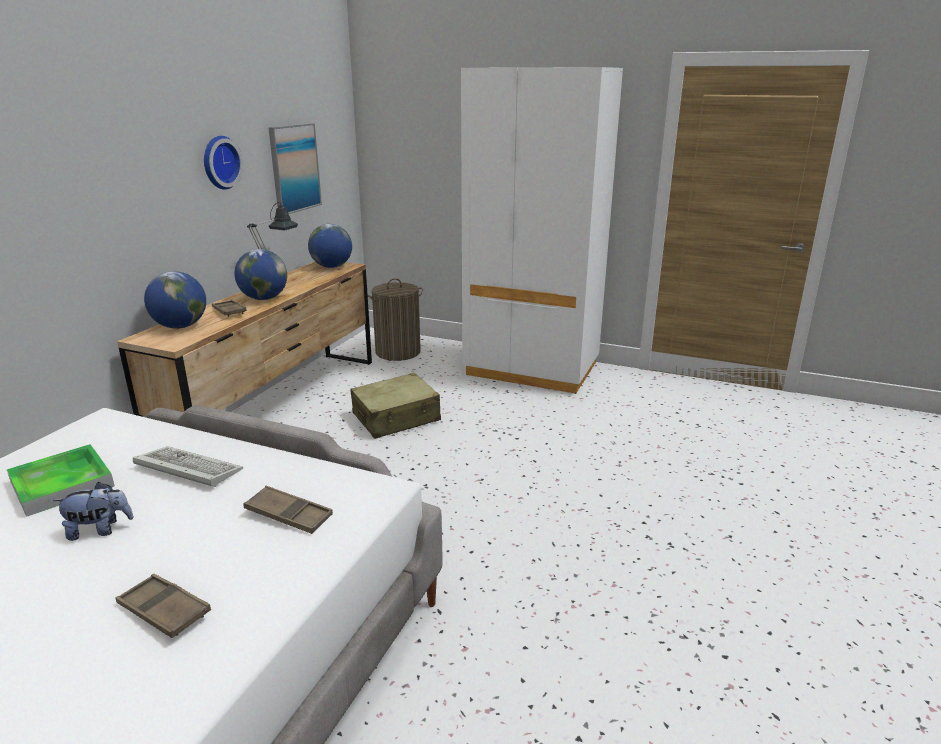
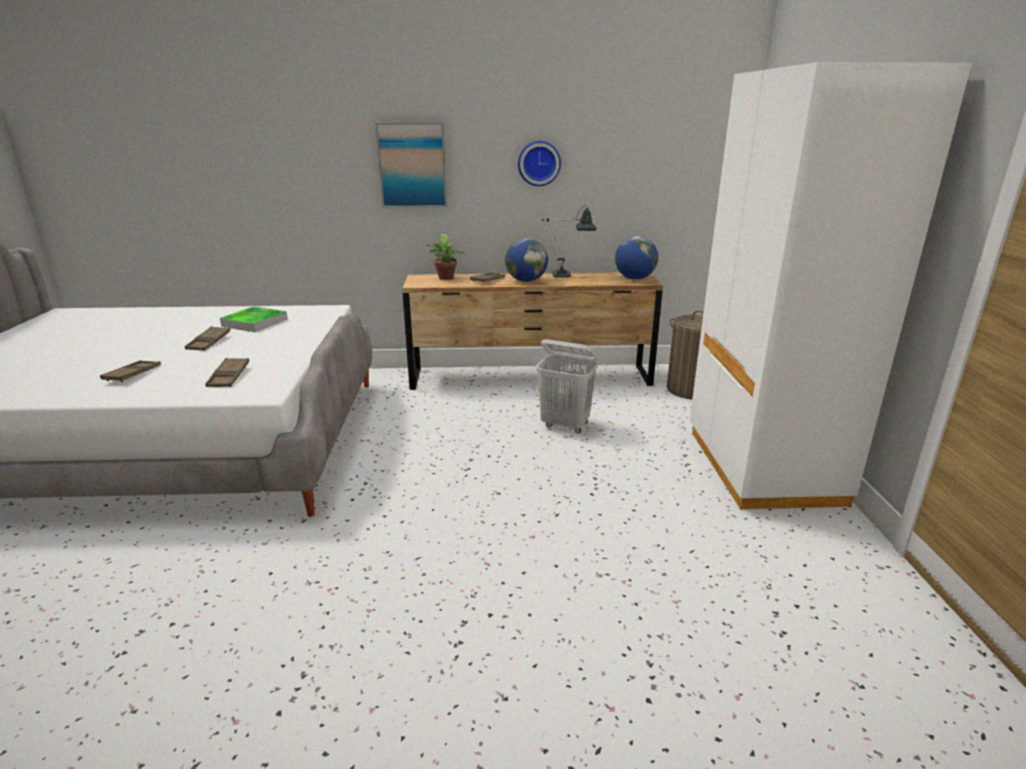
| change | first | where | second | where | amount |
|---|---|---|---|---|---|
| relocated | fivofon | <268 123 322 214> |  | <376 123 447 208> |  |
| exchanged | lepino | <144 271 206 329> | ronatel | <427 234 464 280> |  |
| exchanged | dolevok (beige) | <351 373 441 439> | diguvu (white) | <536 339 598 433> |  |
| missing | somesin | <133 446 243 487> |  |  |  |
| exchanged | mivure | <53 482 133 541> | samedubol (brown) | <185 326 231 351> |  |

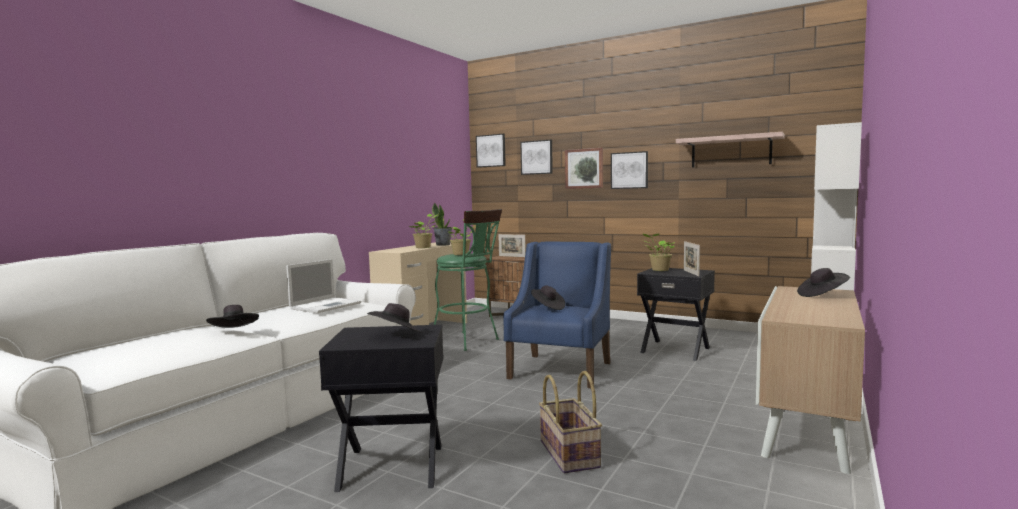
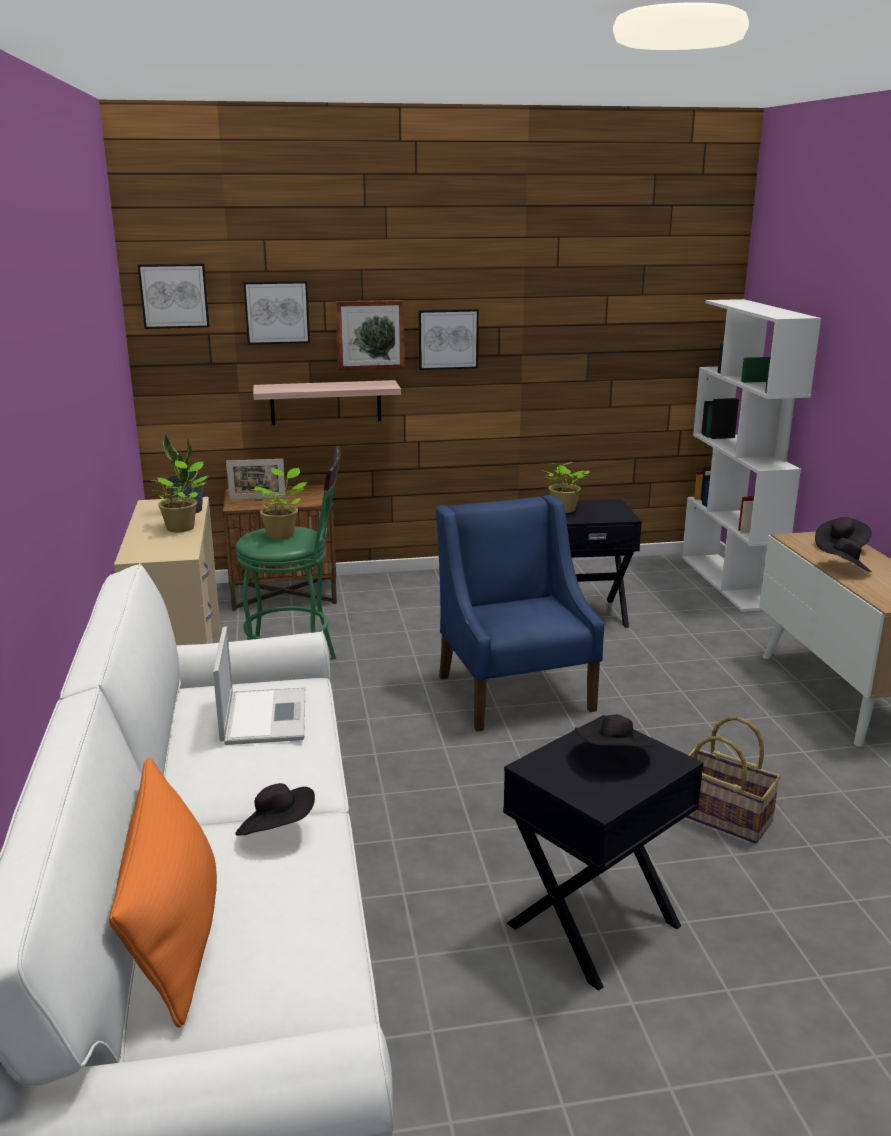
| change | first | where | second | where | amount |
|---|---|---|---|---|---|
| relocated | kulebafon | <676 132 785 168> |  | <253 380 401 425> |  |
| missing | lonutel | <684 241 700 276> |  |  |  |
| relocated | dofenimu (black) | <531 285 565 310> |  | <817 538 872 573> |  |
| appeared |  |  | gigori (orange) | <109 758 217 1028> |  |

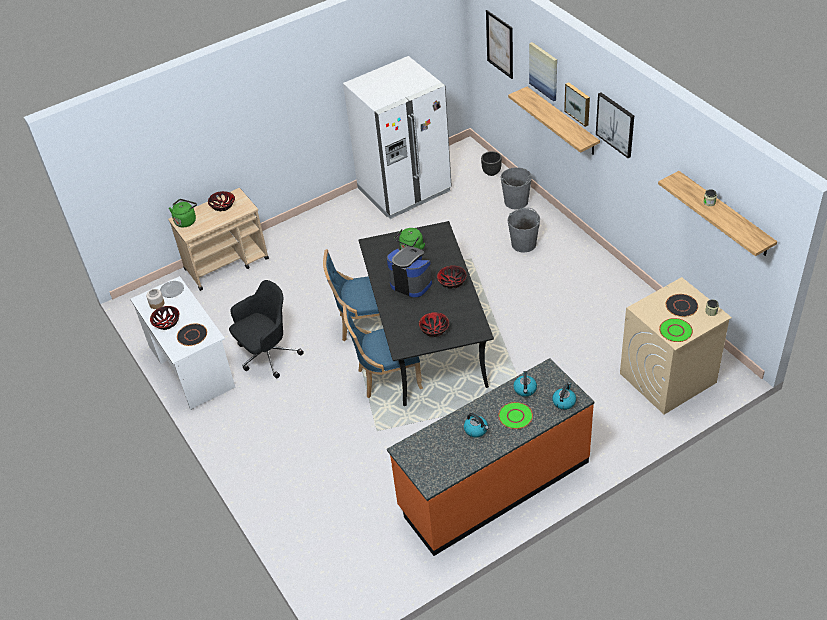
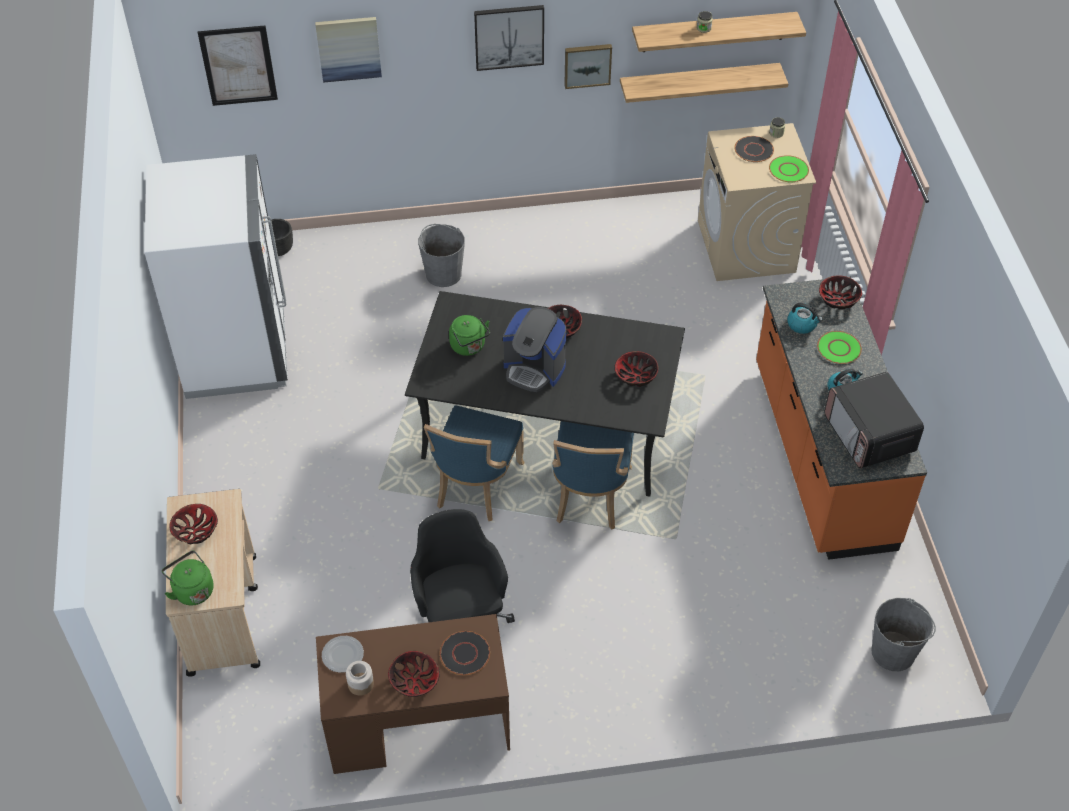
| change | first | where | second | where | amount |
|---|---|---|---|---|---|
| relocated | fivofon | <564 82 590 127> |  | <564 44 612 89> |  |
| relocated | kulebafon | <508 87 600 155> |  | <620 63 788 103> |  |
| relocated | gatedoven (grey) | <500 167 532 209> |  | <871 598 936 671> |  |
| spun | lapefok | <387 247 432 297> |  | <503 307 566 392> | 120 degrees counterclockwise |
| colour | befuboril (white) | <130 276 235 410> | befuboril (brown) | <316 614 510 774> |  |
| exchanged | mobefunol | <552 383 576 410> | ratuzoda | <819 275 862 310> |  |
| appeared |  |  | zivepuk | <825 372 924 468> |  |

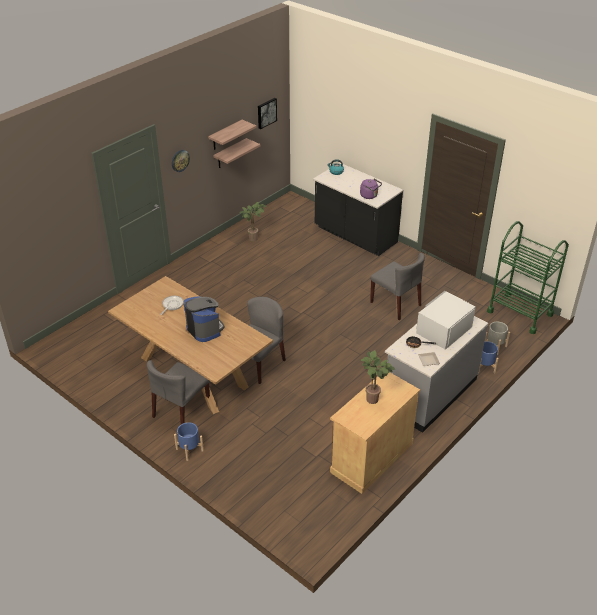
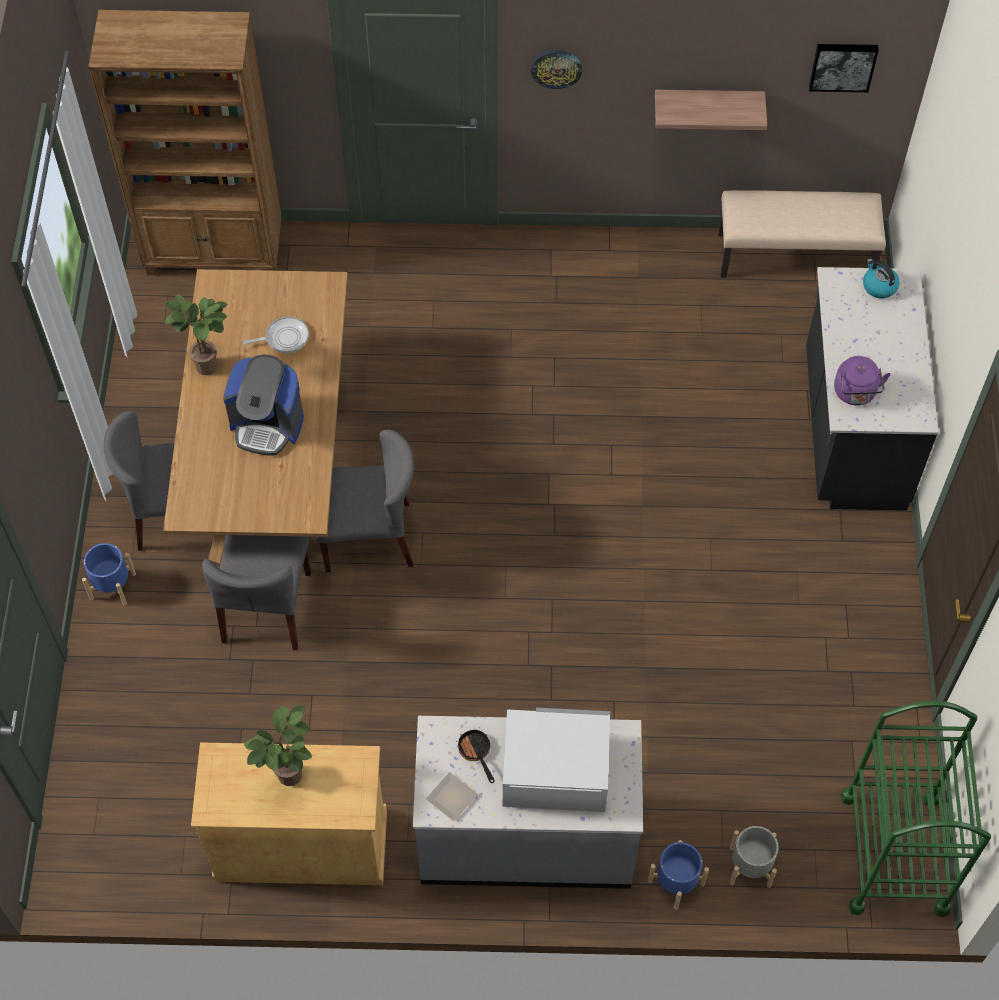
| change | first | where | second | where | amount |
|---|---|---|---|---|---|
| missing | kulebafon | <208 120 256 150> |  |  |  |
| relocated | ronatel | <239 202 267 242> |  | <165 295 227 375> |  |
| relocated | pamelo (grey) | <370 253 425 321> |  | <202 535 311 651> |  |
| spun | lapefok | <184 296 224 342> |  | <223 354 304 456> | 90 degrees clockwise |
| appeared |  |  | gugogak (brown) | <88 10 282 275> |  |
| appeared |  |  | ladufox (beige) | <719 190 886 278> |  |

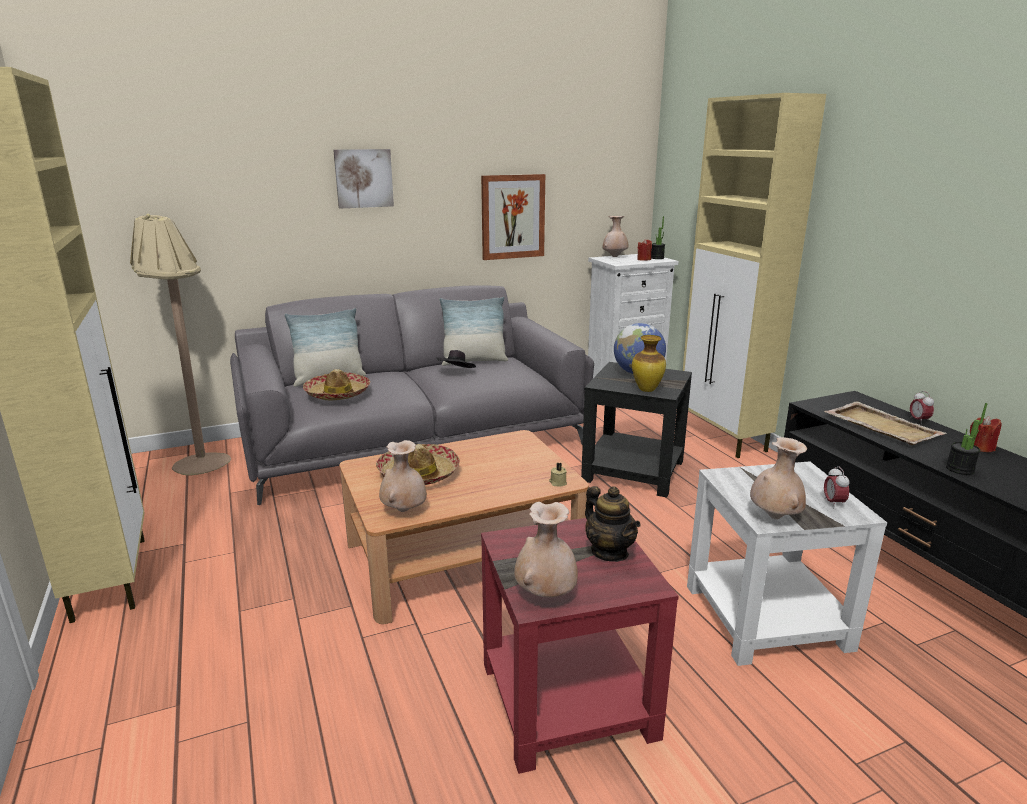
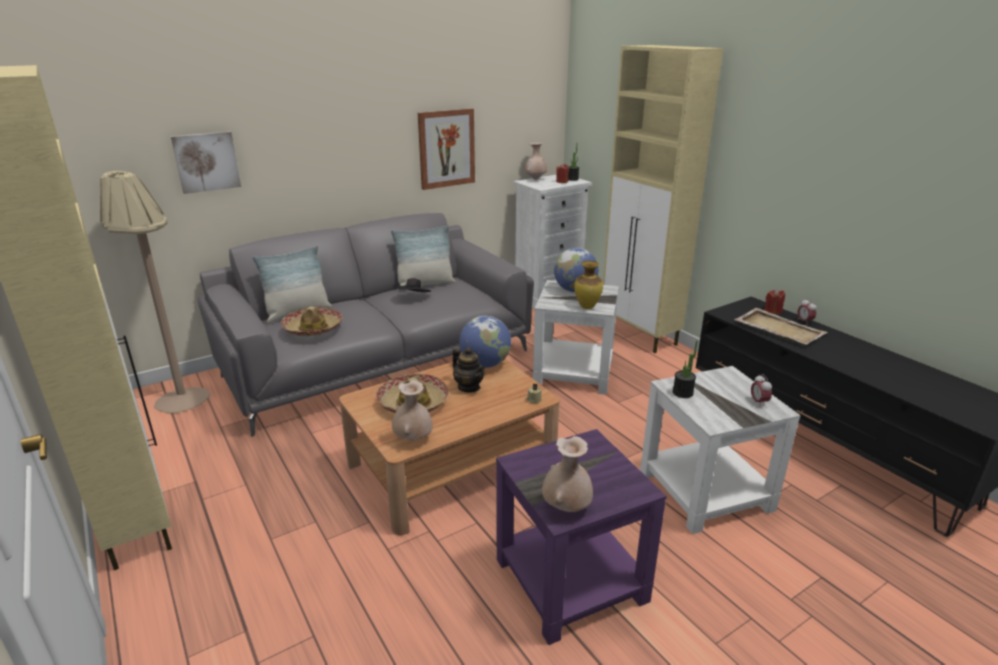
| change | first | where | second | where | amount |
|---|---|---|---|---|---|
| relocated | fivofon | <333 149 394 208> |  | <171 131 241 194> |  |
| colour | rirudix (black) | <581 362 692 498> | rirudix (white) | <533 280 619 395> |  |
| relocated | ronatel | <946 403 988 475> |  | <673 340 698 398> |  |
| relocated | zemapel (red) | <970 416 1002 452> |  | <764 289 785 314> |  |
| missing | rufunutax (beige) | <750 437 807 519> |  |  |  |
| relocated | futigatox | <585 486 641 562> |  | <452 347 485 392> |  |
| colour | rirudix (red) | <481 518 679 774> | rirudix (purple) | <496 429 667 645> |  |
| appeared |  |  | lepino | <459 316 511 368> |  |

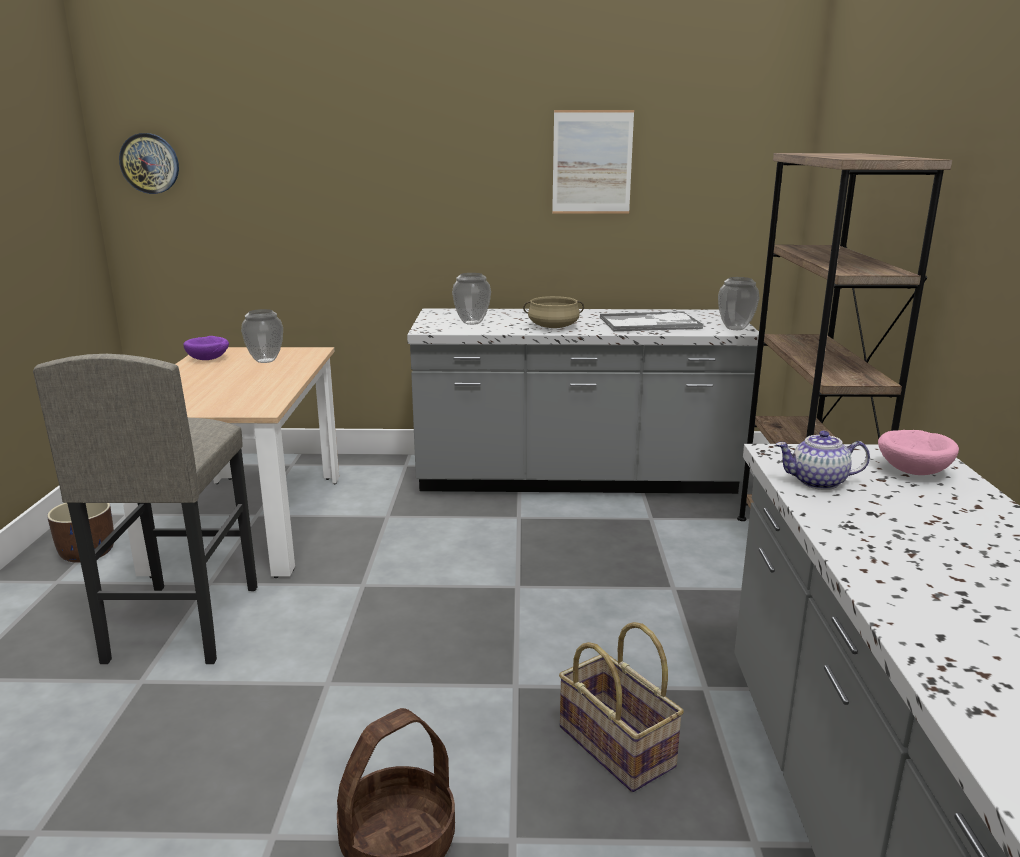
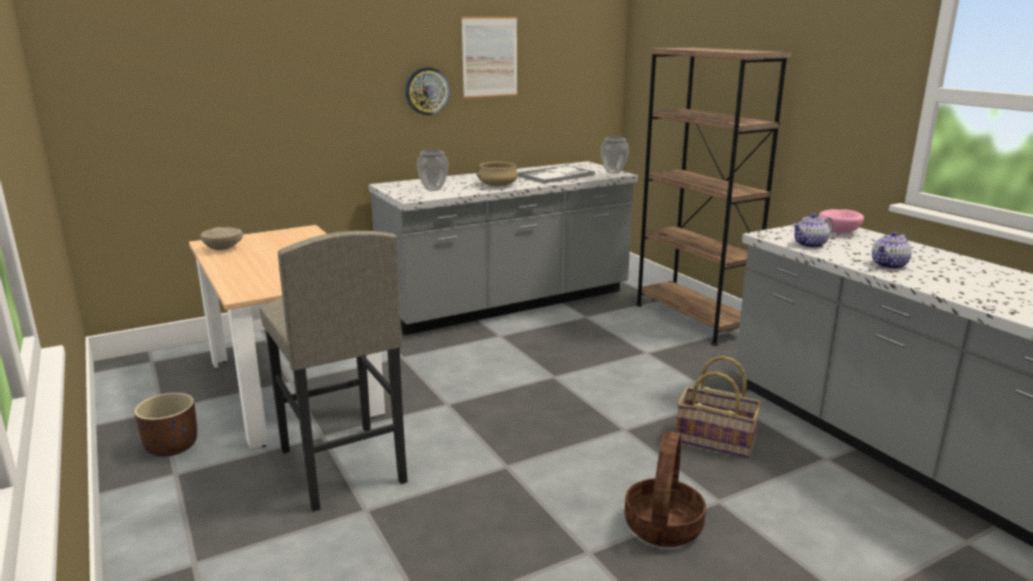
| change | first | where | second | where | amount |
|---|---|---|---|---|---|
| relocated | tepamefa | <119 133 179 194> |  | <405 67 450 116> |  |
| missing | rufunutax | <241 309 283 363> |  |  |  |
| colour | ratuzoda (purple) | <183 336 229 360> | ratuzoda (beige) | <200 227 243 250> |  |
| appeared |  |  | futigatox | <872 231 912 269> |  |

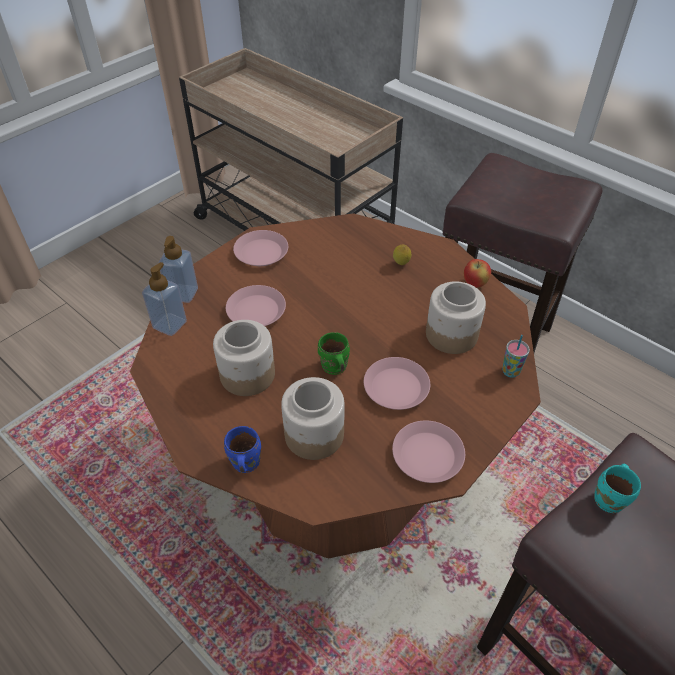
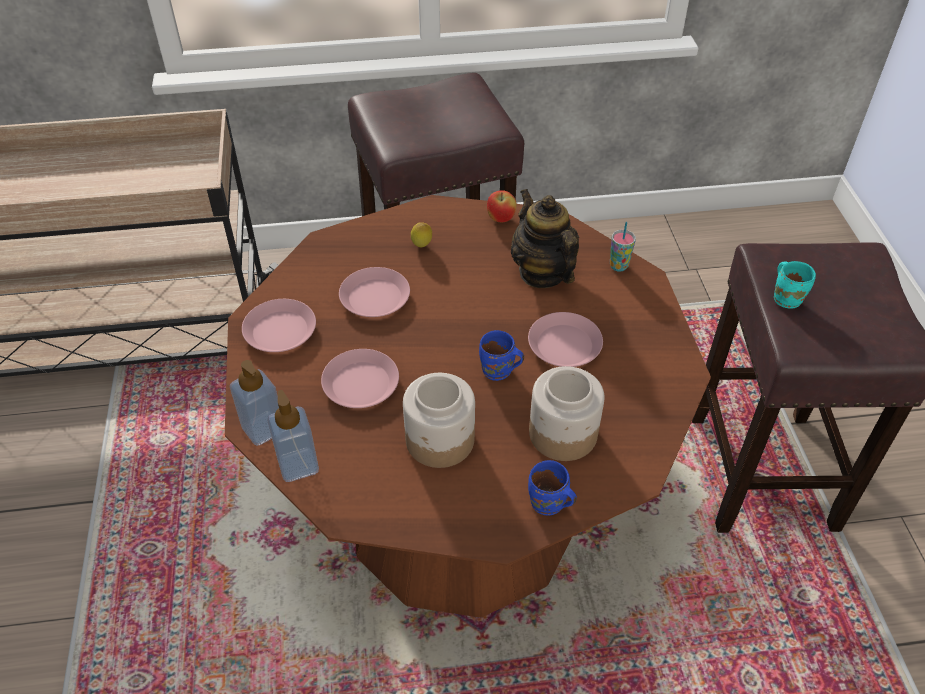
| change | first | where | second | where | amount |
|---|---|---|---|---|---|
| exchanged | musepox | <426 281 486 354> | futigatox | <511 189 579 288> |  |
| colour | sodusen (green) | <318 332 350 375> | sodusen (blue) | <479 330 524 381> |  |
| relocated | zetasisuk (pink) | <392 420 465 483> |  | <339 267 410 317> |  |

